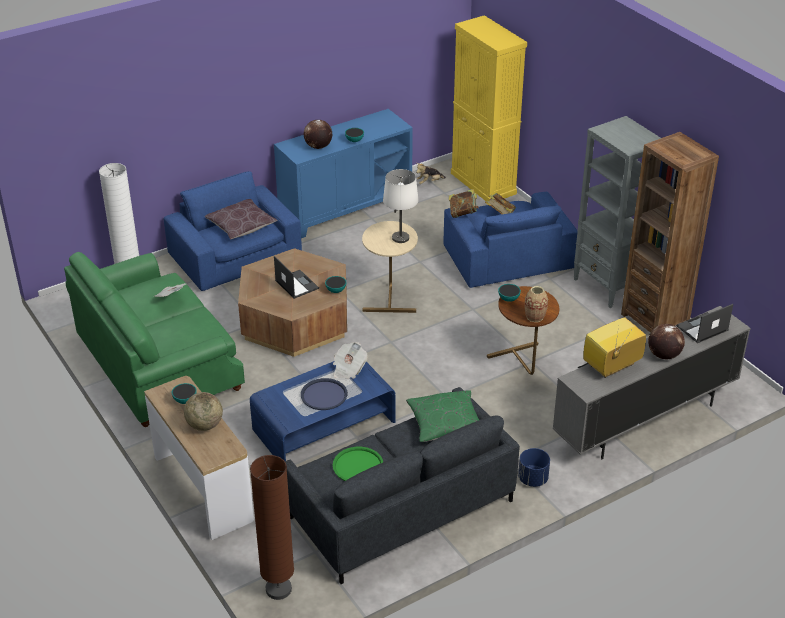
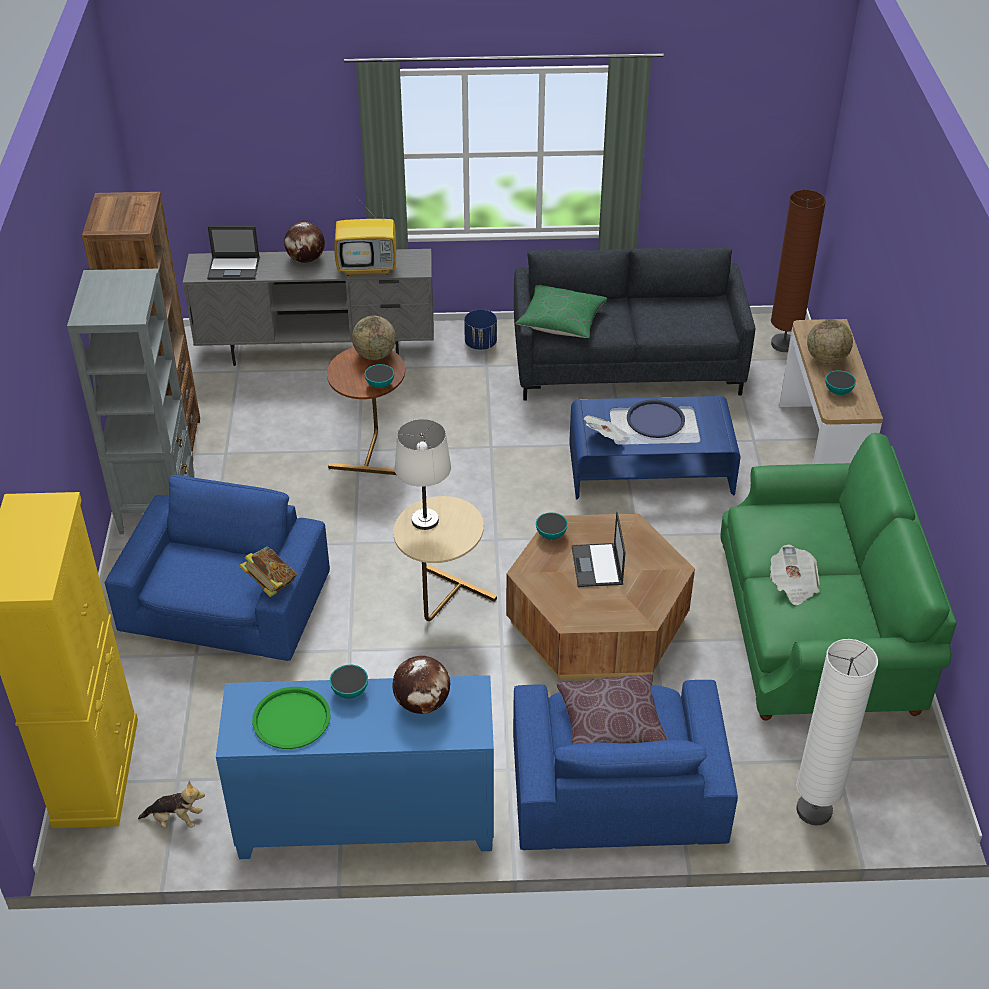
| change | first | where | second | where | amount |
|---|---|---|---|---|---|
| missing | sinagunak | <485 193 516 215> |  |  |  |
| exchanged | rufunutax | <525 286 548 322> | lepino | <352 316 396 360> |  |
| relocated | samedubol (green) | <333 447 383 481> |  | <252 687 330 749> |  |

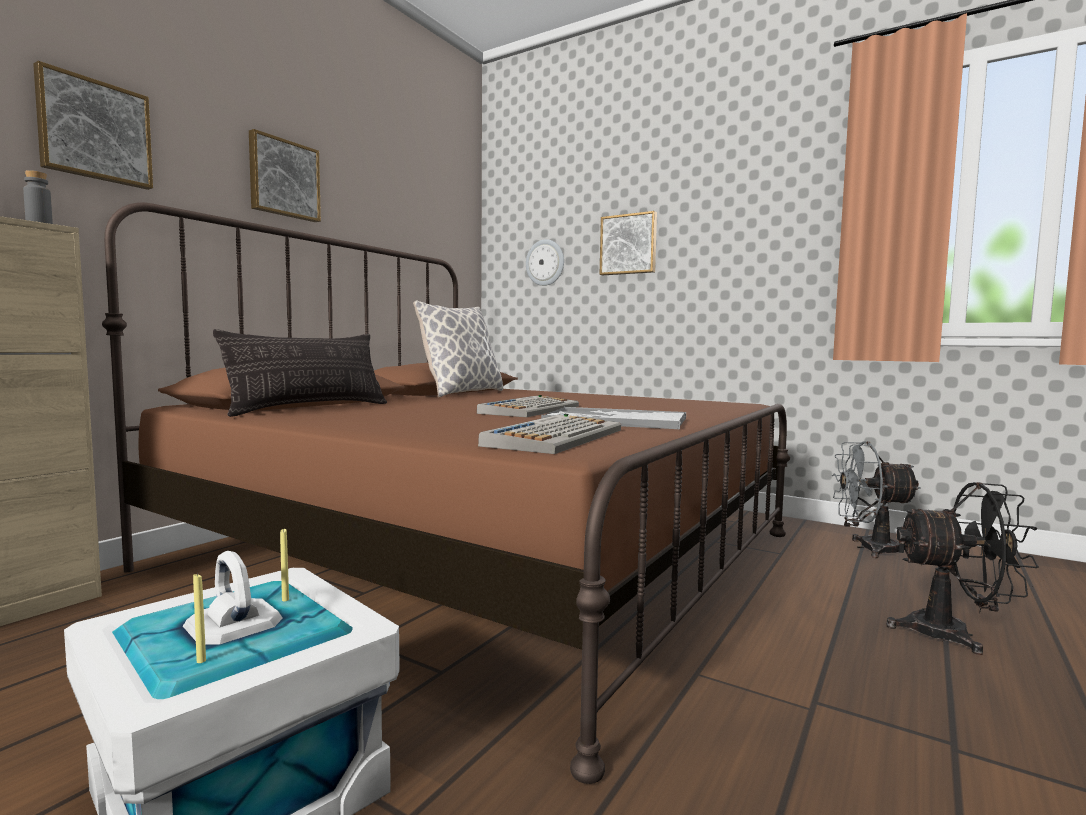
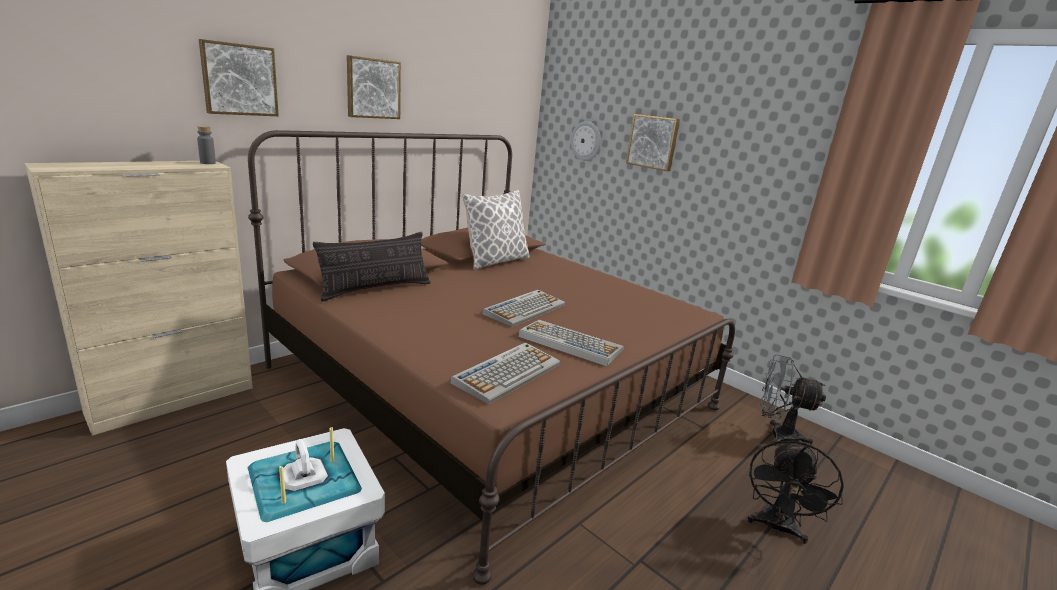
| change | first | where | second | where | amount |
|---|---|---|---|---|---|
| exchanged | samedubol | <541 407 686 429> | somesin | <518 320 624 366> |  |
| spun | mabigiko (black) | <886 482 1039 655> |  | <747 440 844 544> | 90 degrees clockwise |

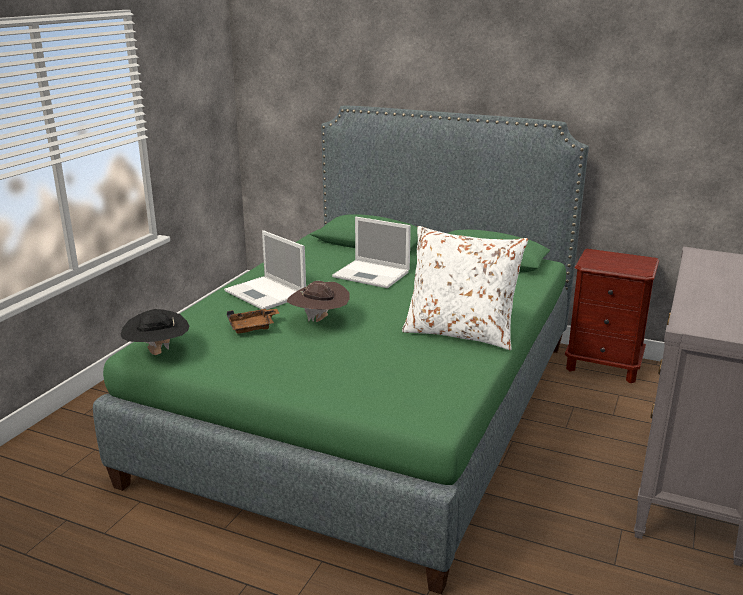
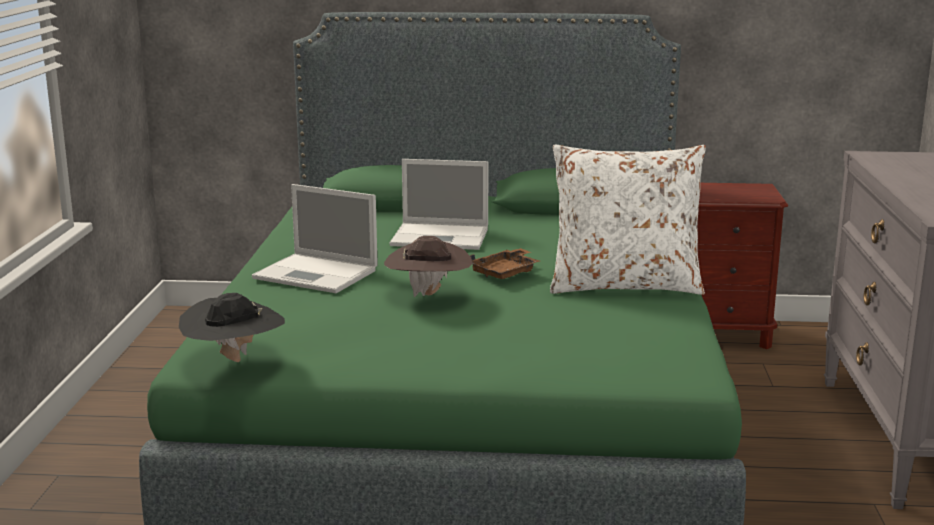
| change | first | where | second | where | amount |
|---|---|---|---|---|---|
| relocated | samedubol (brown) | <227 308 279 334> |  | <470 248 540 279> |  |

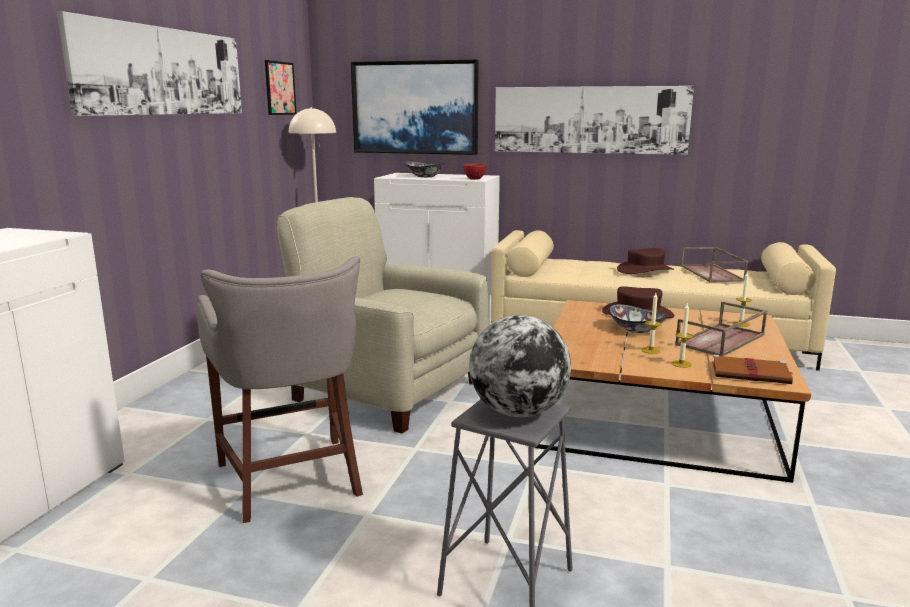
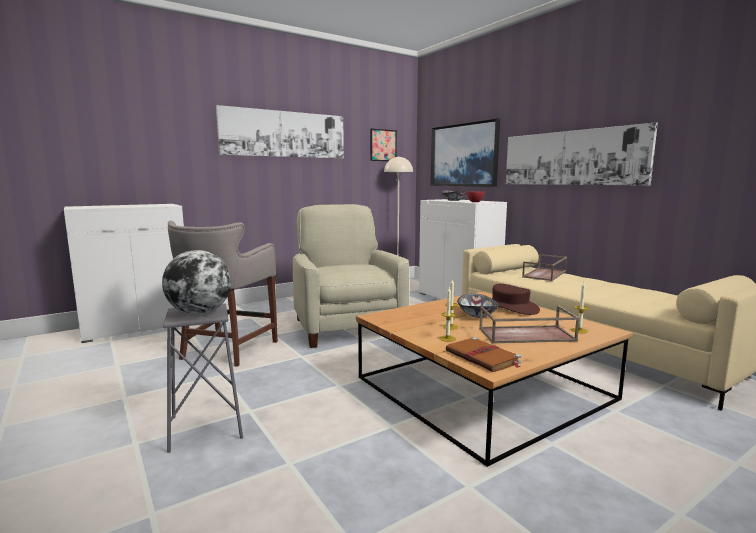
| change | first | where | second | where | amount |
|---|---|---|---|---|---|
| relocated | samedubol (brown) | <681 247 748 282> |  | <522 254 567 281> |  |
| missing | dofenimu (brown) | <617 248 674 274> |  |  |  |

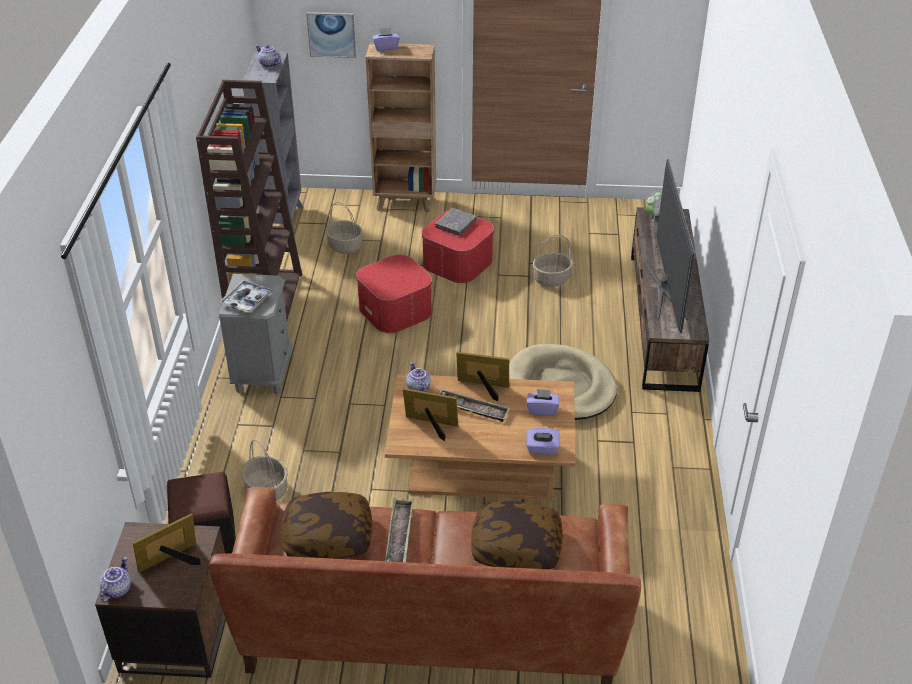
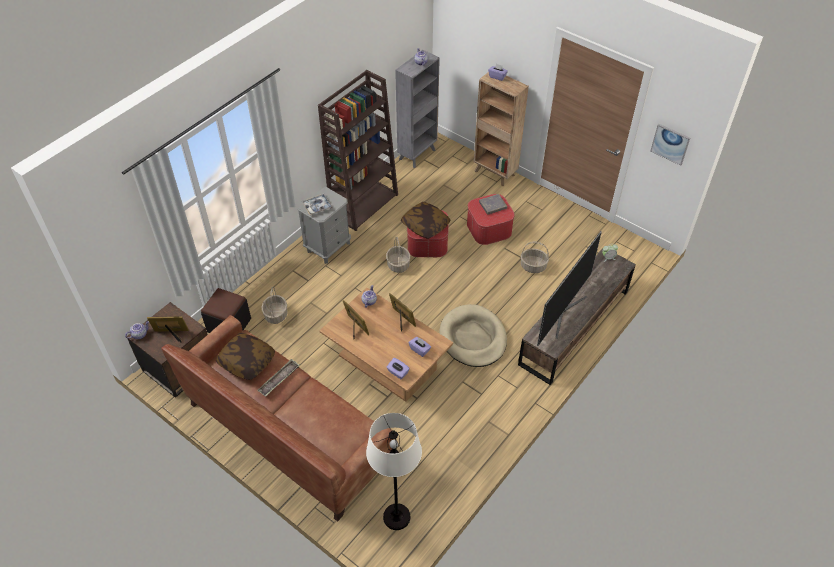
| change | first | where | second | where | amount |
|---|---|---|---|---|---|
| relocated | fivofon | <306 12 356 58> |  | <650 124 690 166> |  |
| relocated | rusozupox | <325 202 362 254> |  | <386 237 410 273> |  |
| missing | samedubol | <439 389 510 422> |  |  |  |
| relocated | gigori | <471 501 563 569> |  | <401 202 450 239> |  |
| appeared |  |  | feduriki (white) | <366 413 422 530> |  |

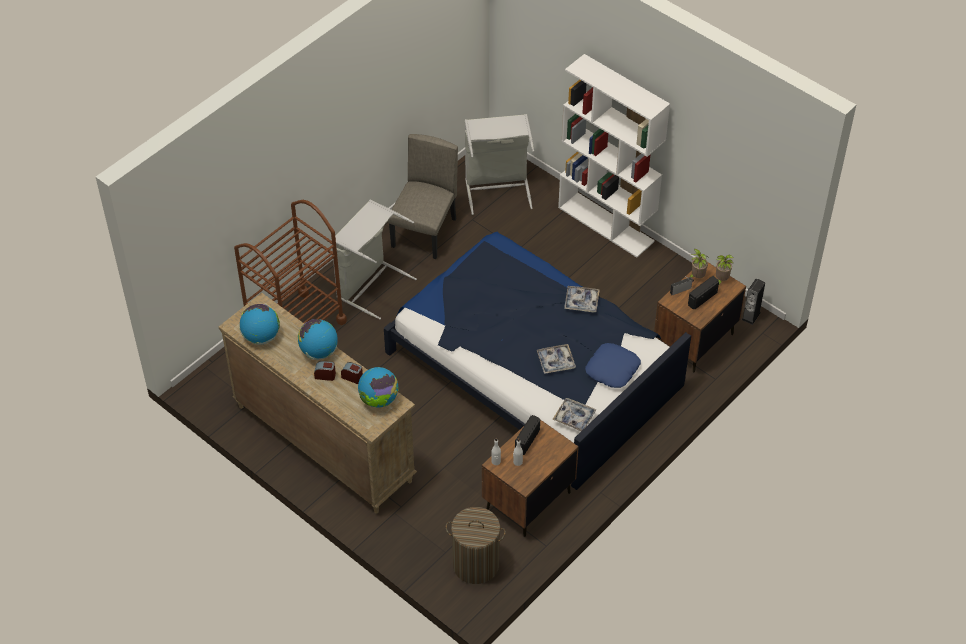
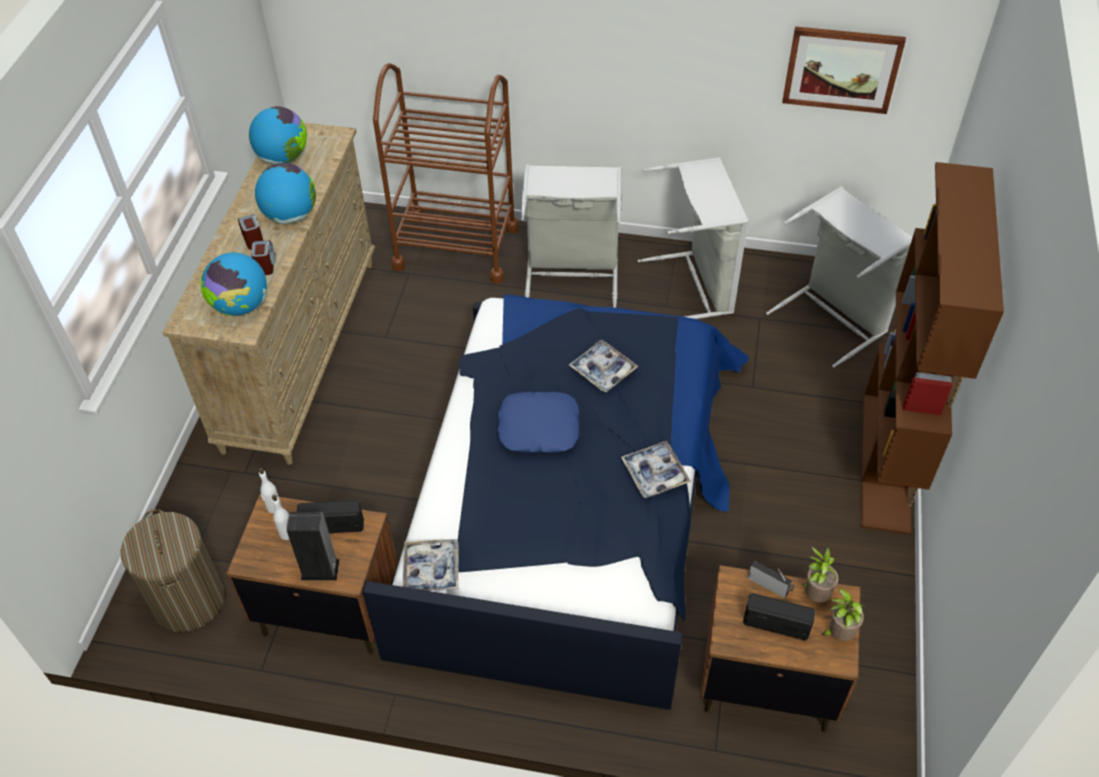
| change | first | where | second | where | amount |
|---|---|---|---|---|---|
| colour | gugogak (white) | <558 54 670 258> | gugogak (brown) | <861 162 1004 535> |  |
| exchanged | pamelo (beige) | <388 134 458 259> | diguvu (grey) | <638 157 749 319> |  |
| relocated | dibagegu | <742 278 765 325> |  | <287 512 340 581> |  |
| relocated | gigori (blue) | <585 343 641 388> |  | <497 392 579 453> |  |
| relocated | samedubol | <537 344 576 374> |  | <569 340 638 392> |  |
| appeared |  |  | fivofon | <782 26 906 114> |  |

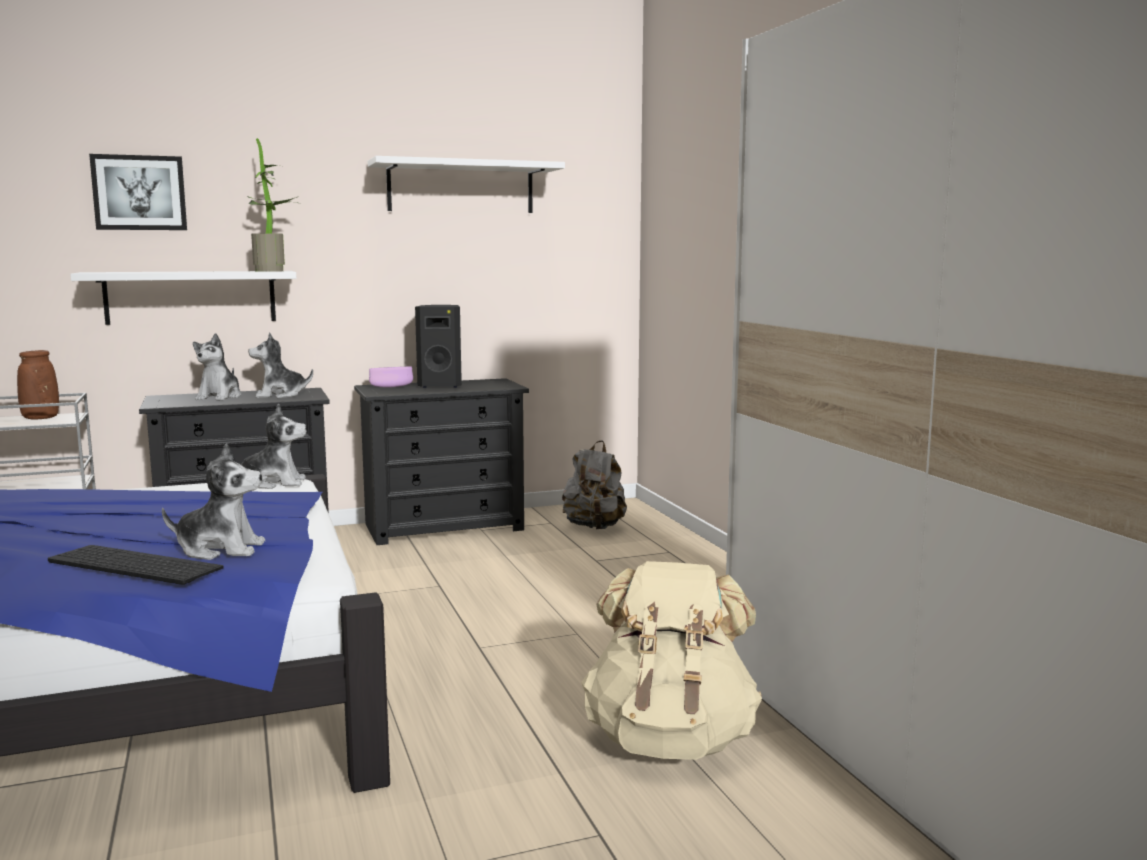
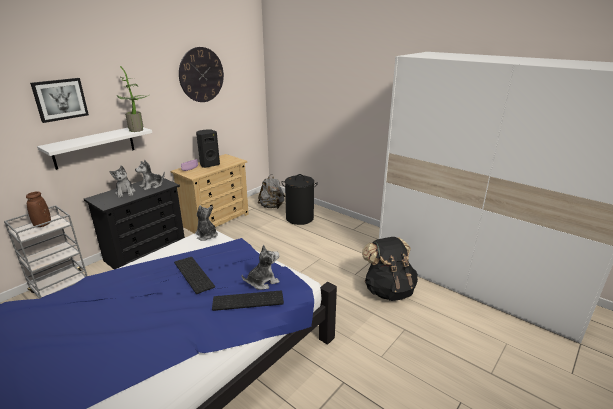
| change | first | where | second | where | amount |
|---|---|---|---|---|---|
| exchanged | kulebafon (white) | <368 156 565 213> | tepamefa | <179 47 224 102> |  |
| colour | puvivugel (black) | <354 378 529 545> | puvivugel (beige) | <171 154 249 233> |  |
| spun | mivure | <241 404 307 489> |  | <195 205 218 241> | 90 degrees counterclockwise |
| colour | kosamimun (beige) | <581 561 762 760> | kosamimun (black) | <362 237 418 301> |  |
| appeared |  |  | diguvu (black) | <281 174 318 225> |  |
| appeared |  |  | somesin | <174 257 215 294> |  |

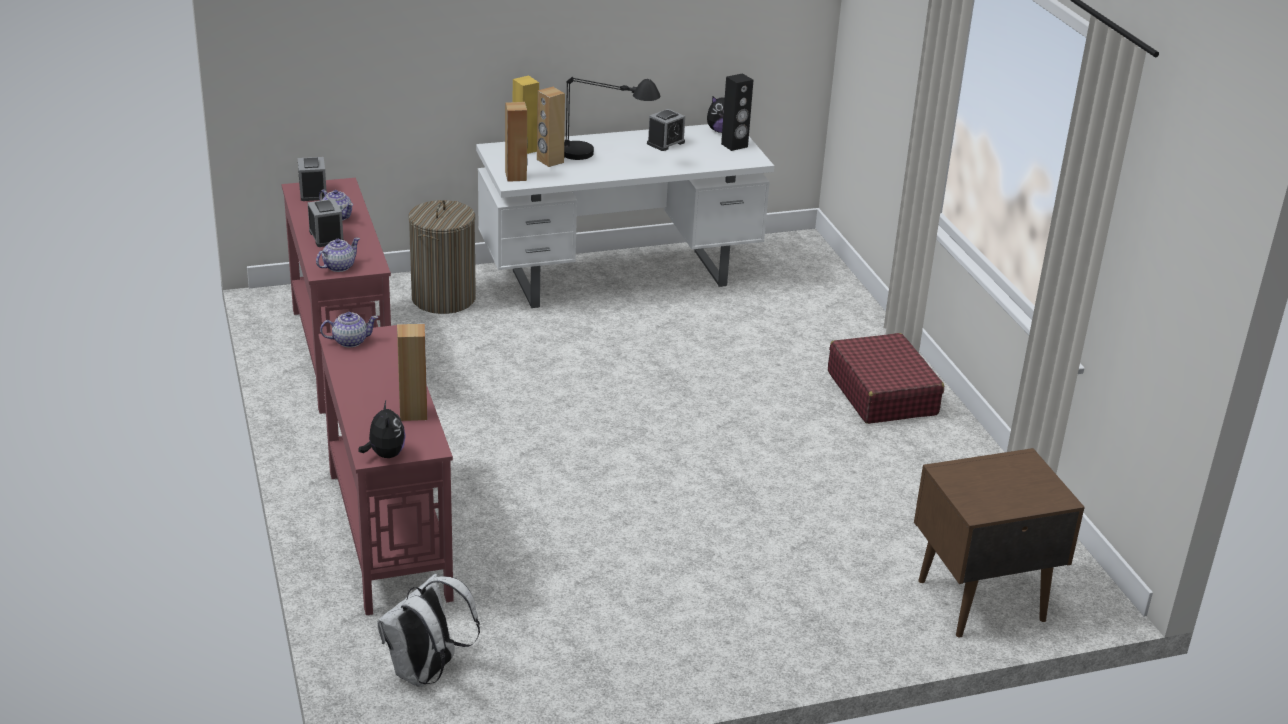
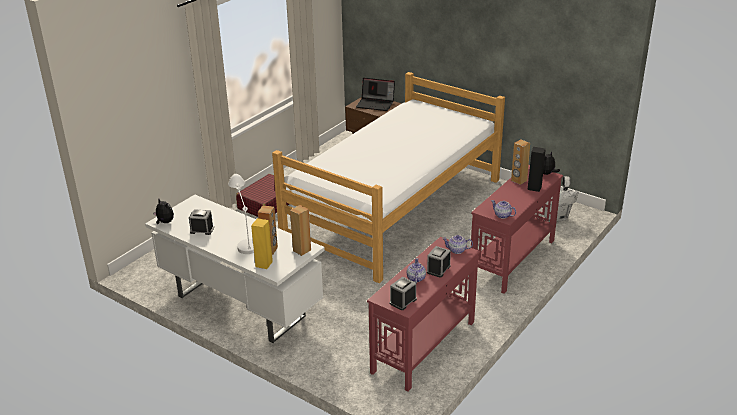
| change | first | where | second | where | amount |
|---|---|---|---|---|---|
| relocated | dibagegu (black) | <721 73 753 151> |  | <527 147 546 192> |  |
| colour | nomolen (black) | <564 77 660 160> | nomolen (white) | <228 174 254 254> |  |
| missing | diguvu | <408 200 476 314> |  |  |  |
| appeared |  |  | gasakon | <272 72 505 283> |  |
| appeared |  |  | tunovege | <356 78 395 111> |  |

